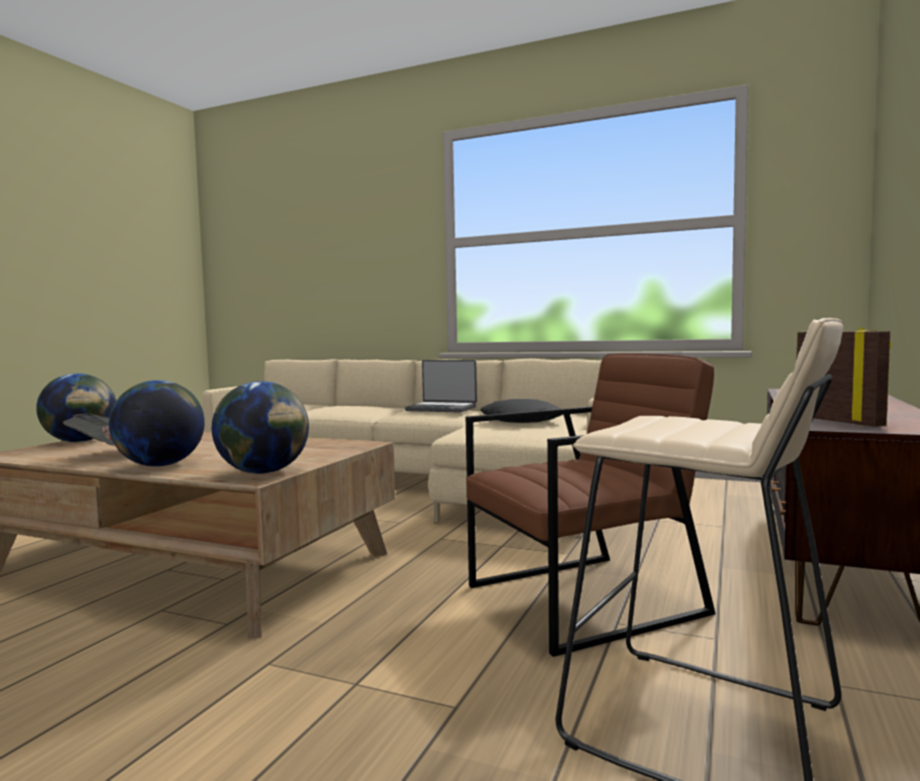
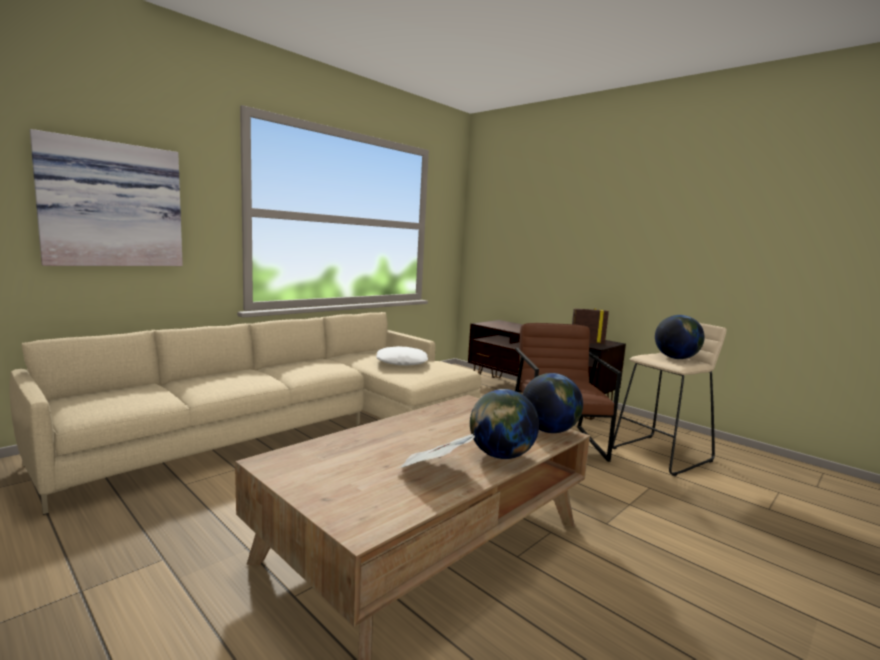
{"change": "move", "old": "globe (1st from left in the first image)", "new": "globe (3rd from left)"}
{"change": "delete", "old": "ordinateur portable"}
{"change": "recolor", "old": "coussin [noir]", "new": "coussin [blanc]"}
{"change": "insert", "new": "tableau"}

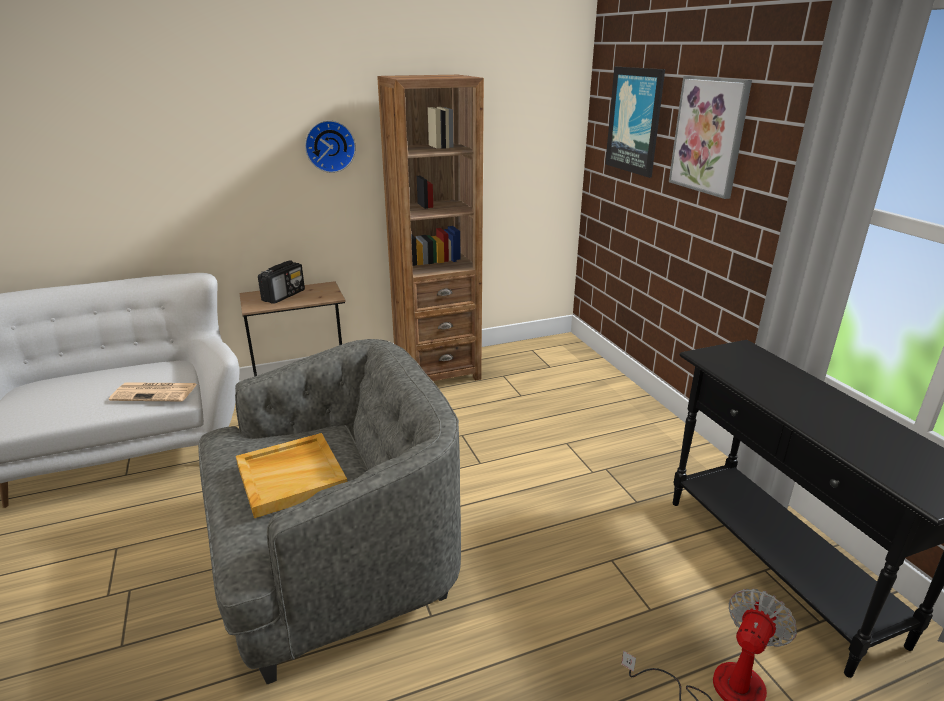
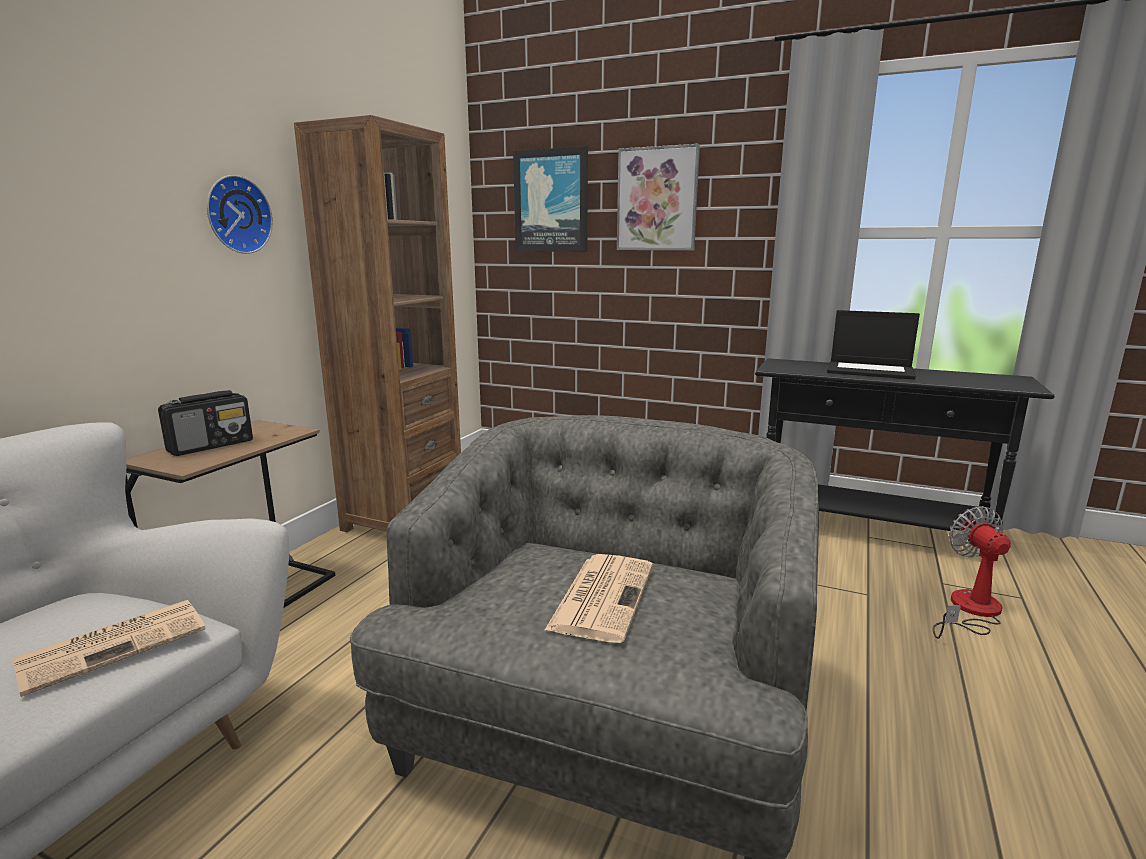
{"change": "replace", "old": "plateau [beige]", "new": "journal (2nd from left)"}
{"change": "rotate", "old": "radio", "degrees": 60}
{"change": "insert", "new": "ordinateur portable"}

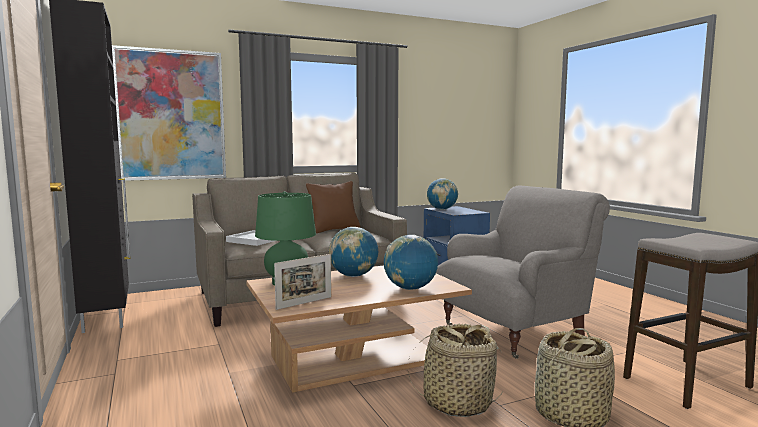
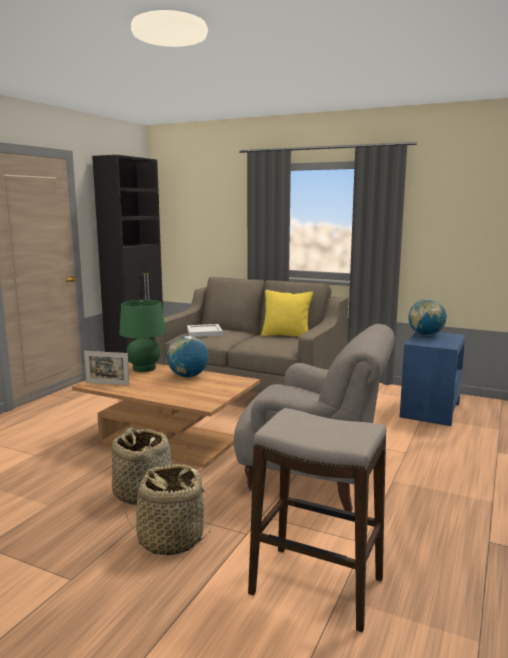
{"change": "delete", "old": "tableau"}
{"change": "recolor", "old": "coussin [marron]", "new": "coussin [jaune]"}
{"change": "delete", "old": "globe (2nd from left)"}

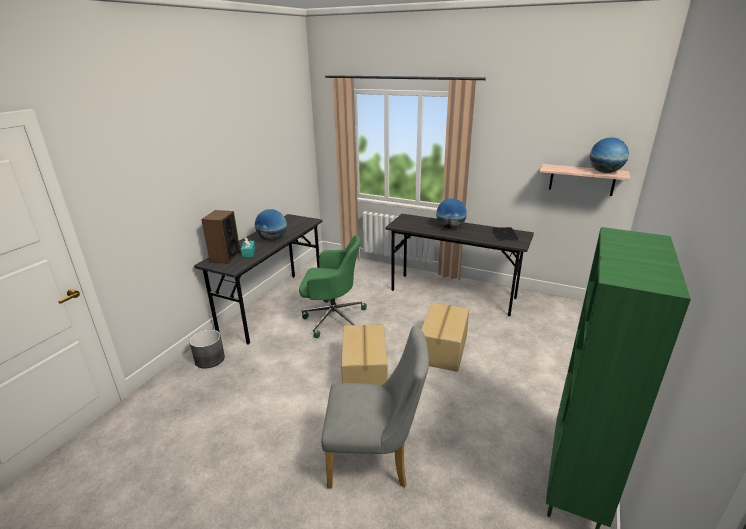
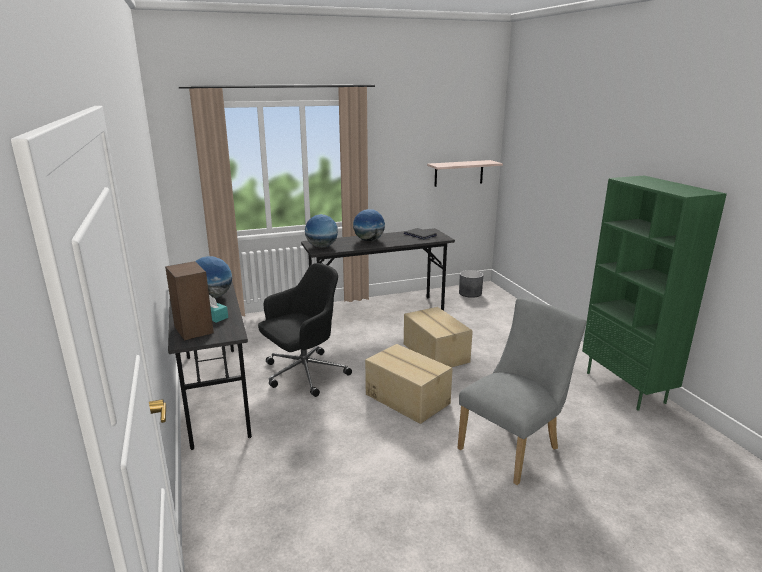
{"change": "move", "old": "cache-pot [gris]"}
{"change": "recolor", "old": "chaise de bureau [vert]", "new": "chaise de bureau [noir]"}
{"change": "move", "old": "globe (3rd from left in the first image)", "new": "globe (2nd from left)"}

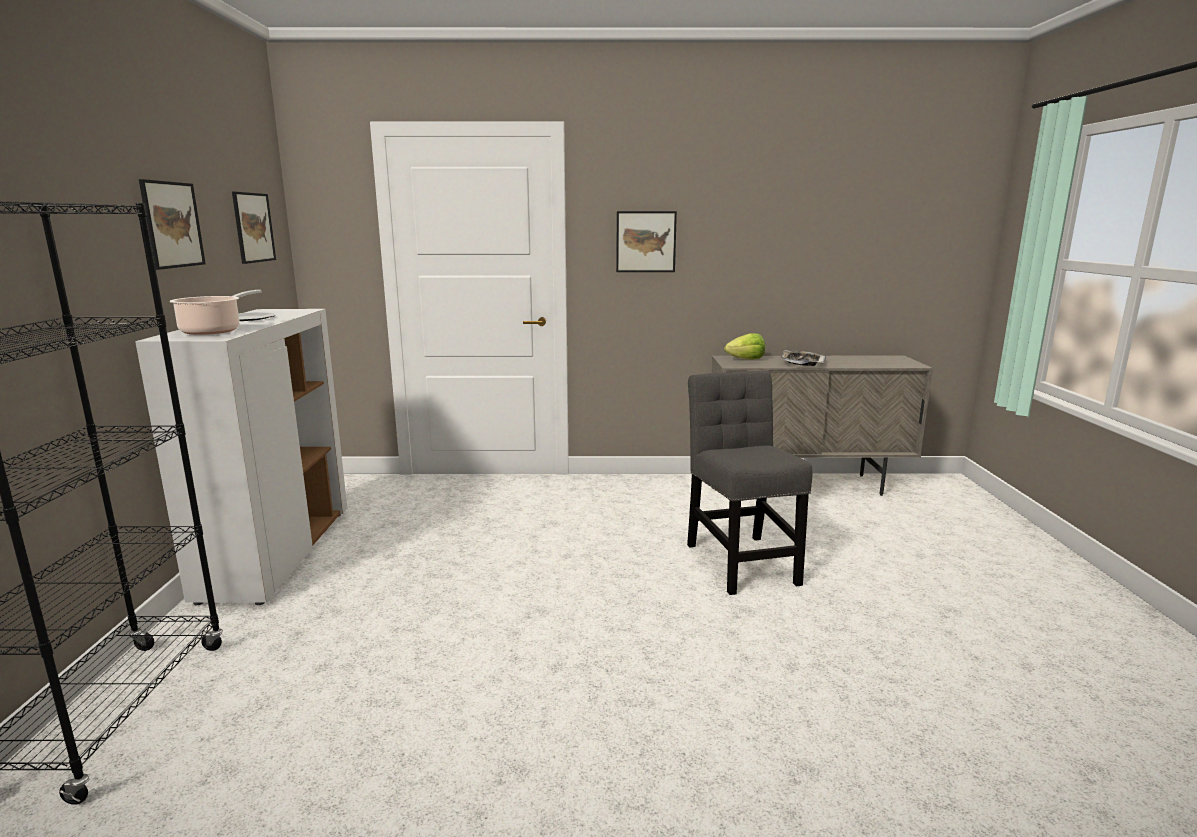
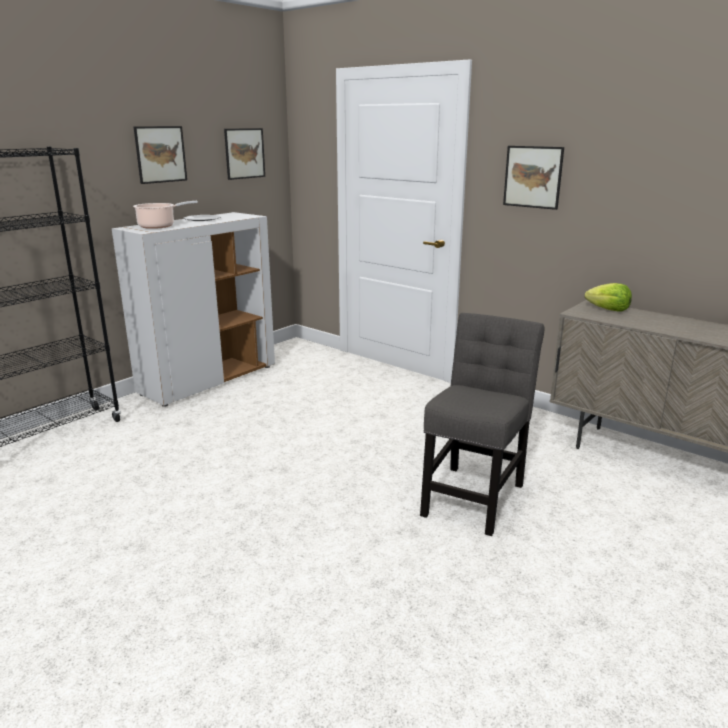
{"change": "delete", "old": "plateau"}

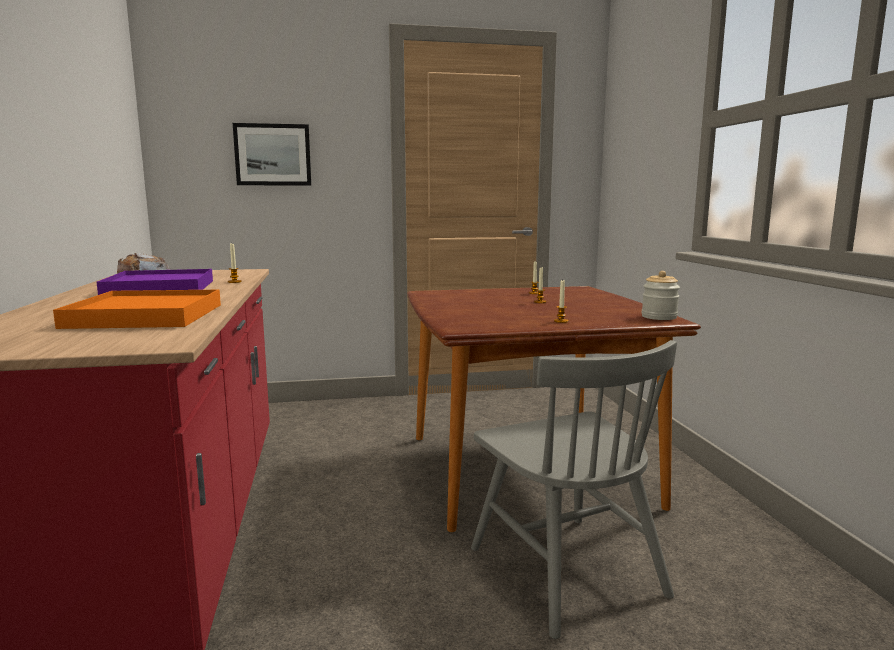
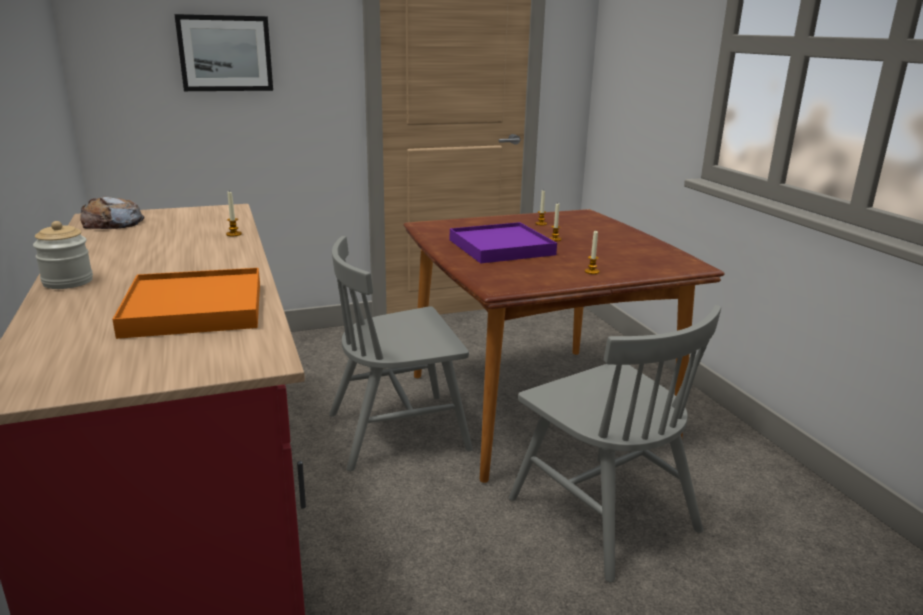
{"change": "move", "old": "plateau [violet]"}
{"change": "move", "old": "bocal"}
{"change": "insert", "new": "chaise [gris] (1st from left)"}

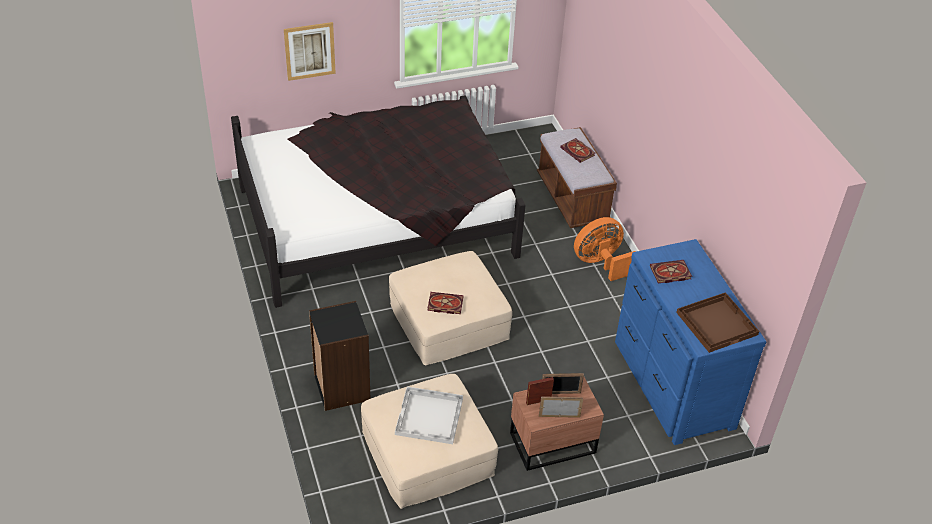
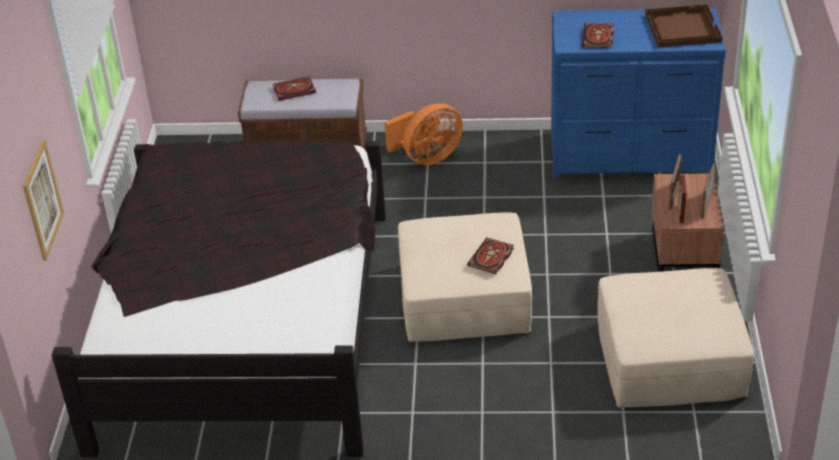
{"change": "delete", "old": "bibliothèque [noir]"}
{"change": "delete", "old": "plateau [blanc]"}
{"change": "rotate", "old": "ventilateur [orange]", "degrees": -120}

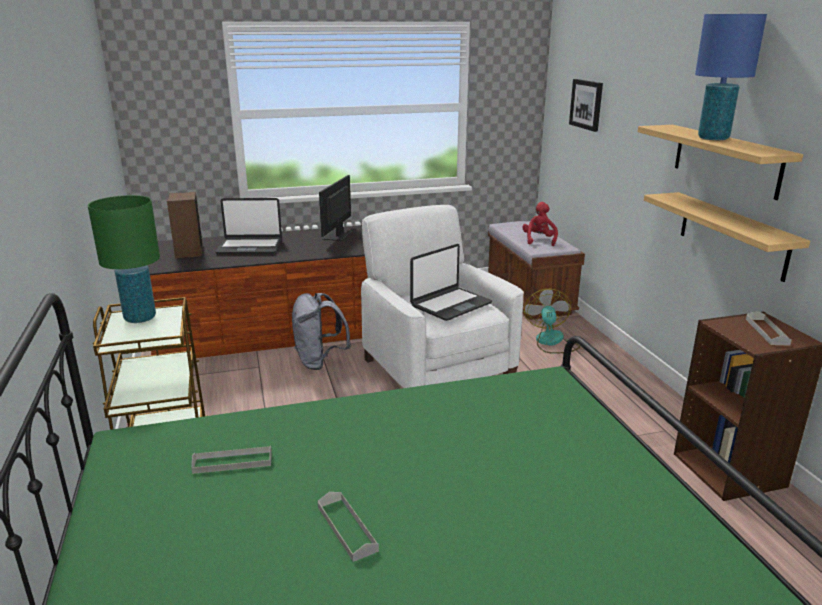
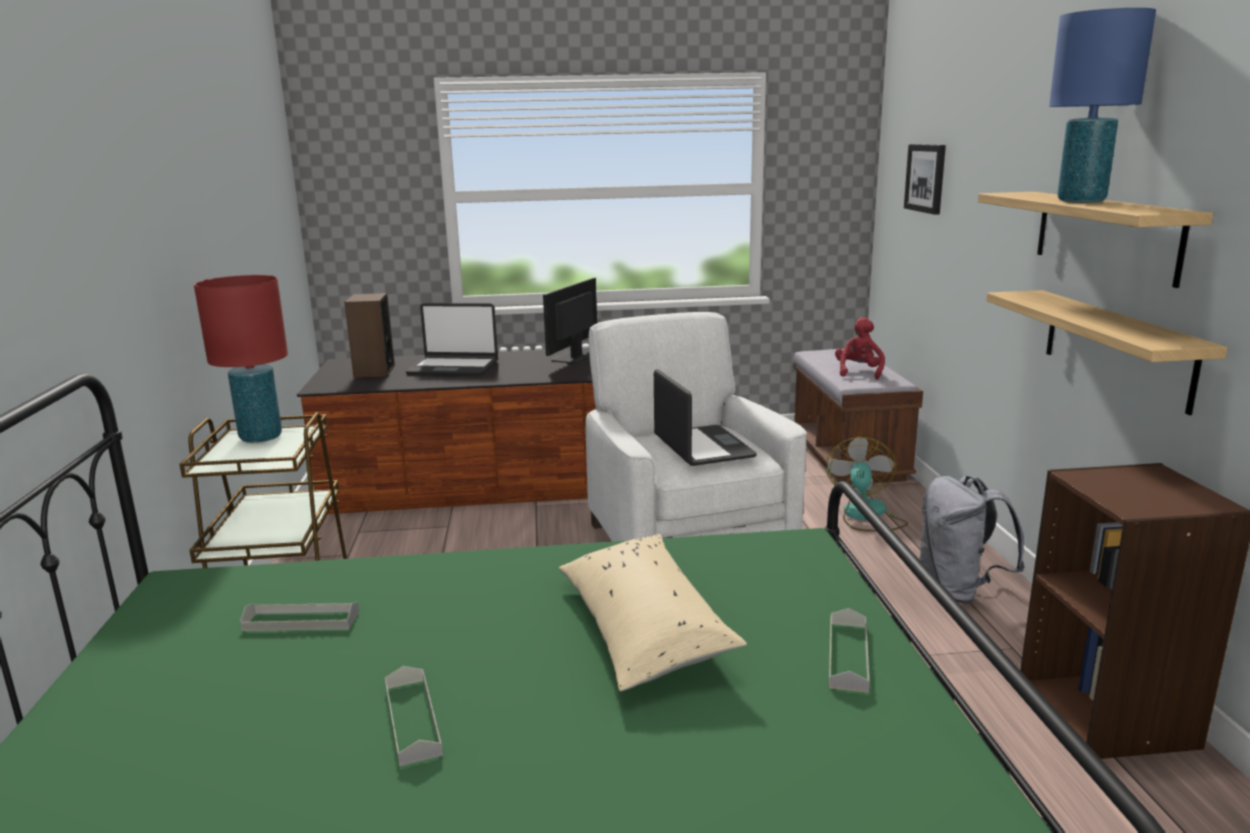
{"change": "recolor", "old": "lampe de table [vert]", "new": "lampe de table [rouge]"}
{"change": "move", "old": "sac à dos [gris]"}
{"change": "rotate", "old": "ordinateur portable (2nd from left)", "degrees": -75}
{"change": "move", "old": "plateau [gris] (3rd from left)"}
{"change": "insert", "new": "coussin [beige]"}

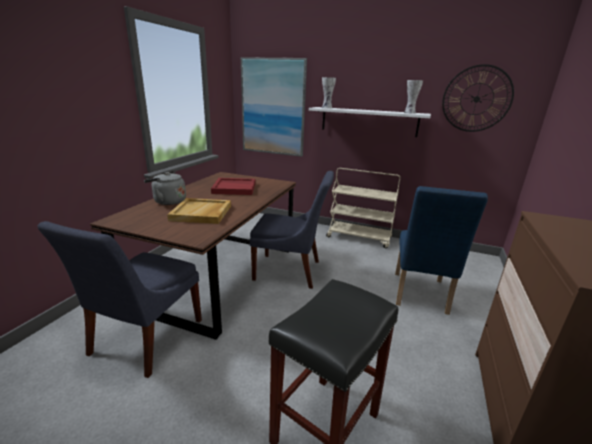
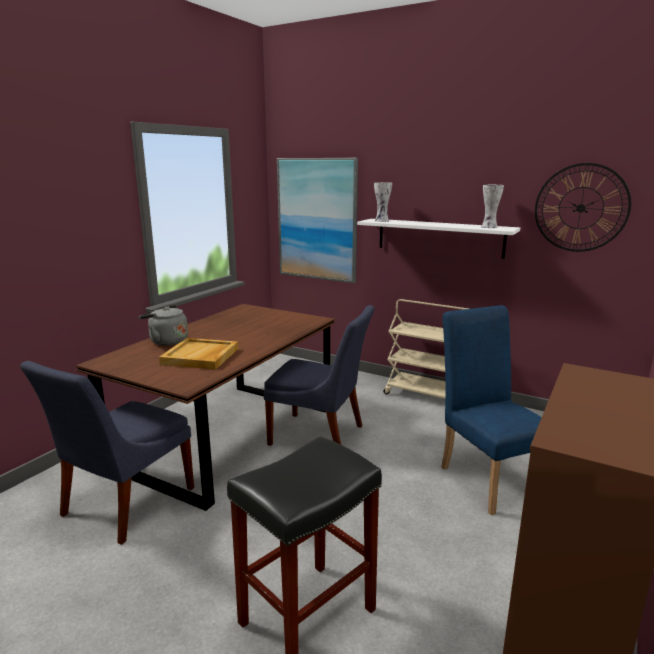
{"change": "delete", "old": "plateau [rouge]"}
{"change": "rotate", "old": "chaise [bleu] (3rd from left)", "degrees": 135}

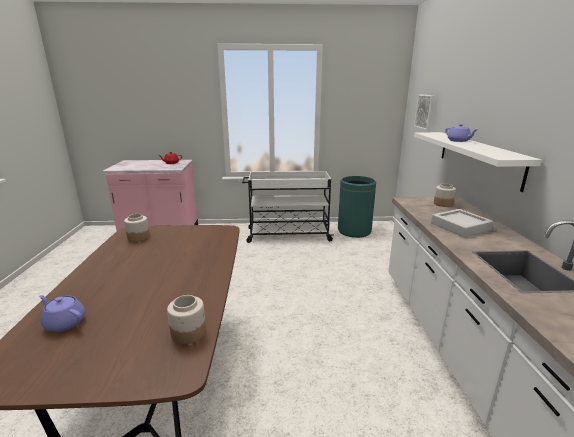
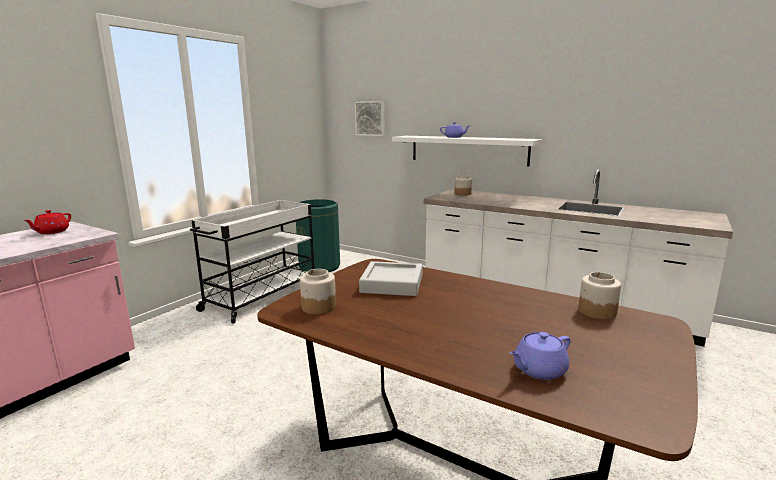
{"change": "move", "old": "plateau [gris]"}

